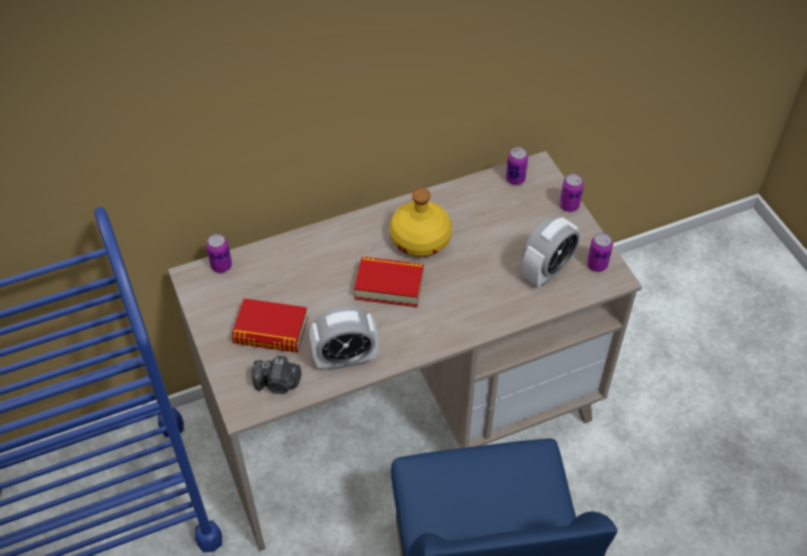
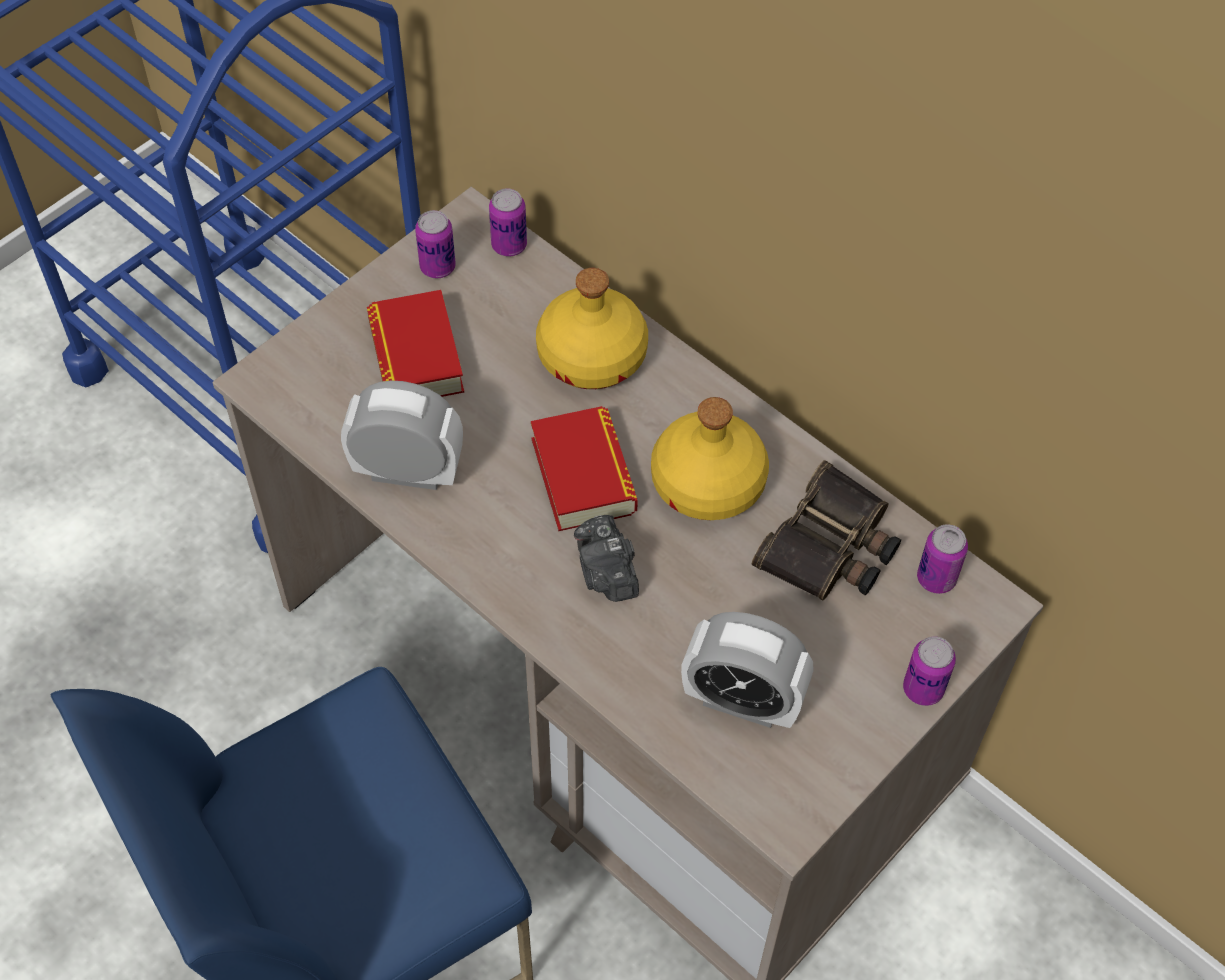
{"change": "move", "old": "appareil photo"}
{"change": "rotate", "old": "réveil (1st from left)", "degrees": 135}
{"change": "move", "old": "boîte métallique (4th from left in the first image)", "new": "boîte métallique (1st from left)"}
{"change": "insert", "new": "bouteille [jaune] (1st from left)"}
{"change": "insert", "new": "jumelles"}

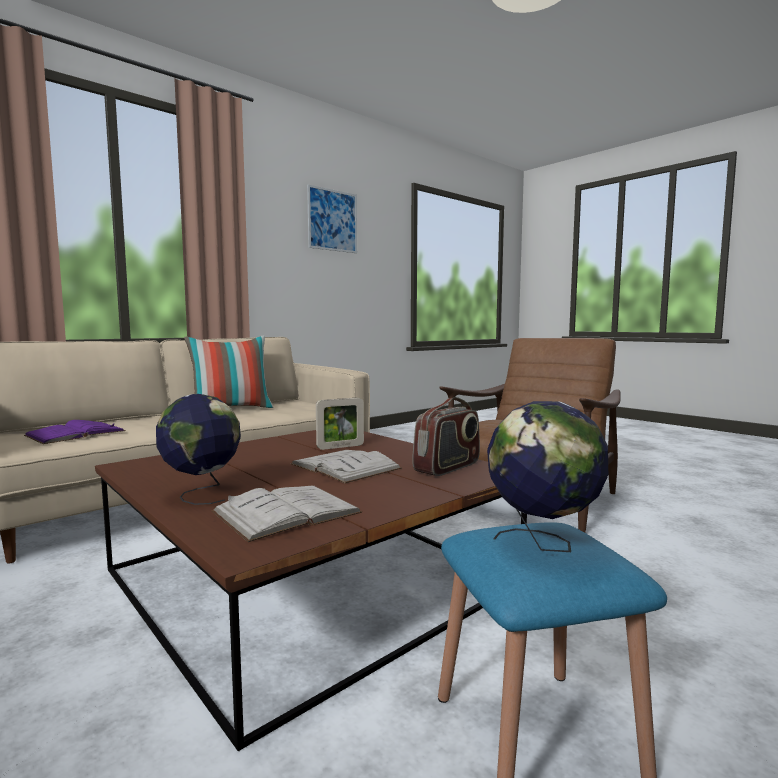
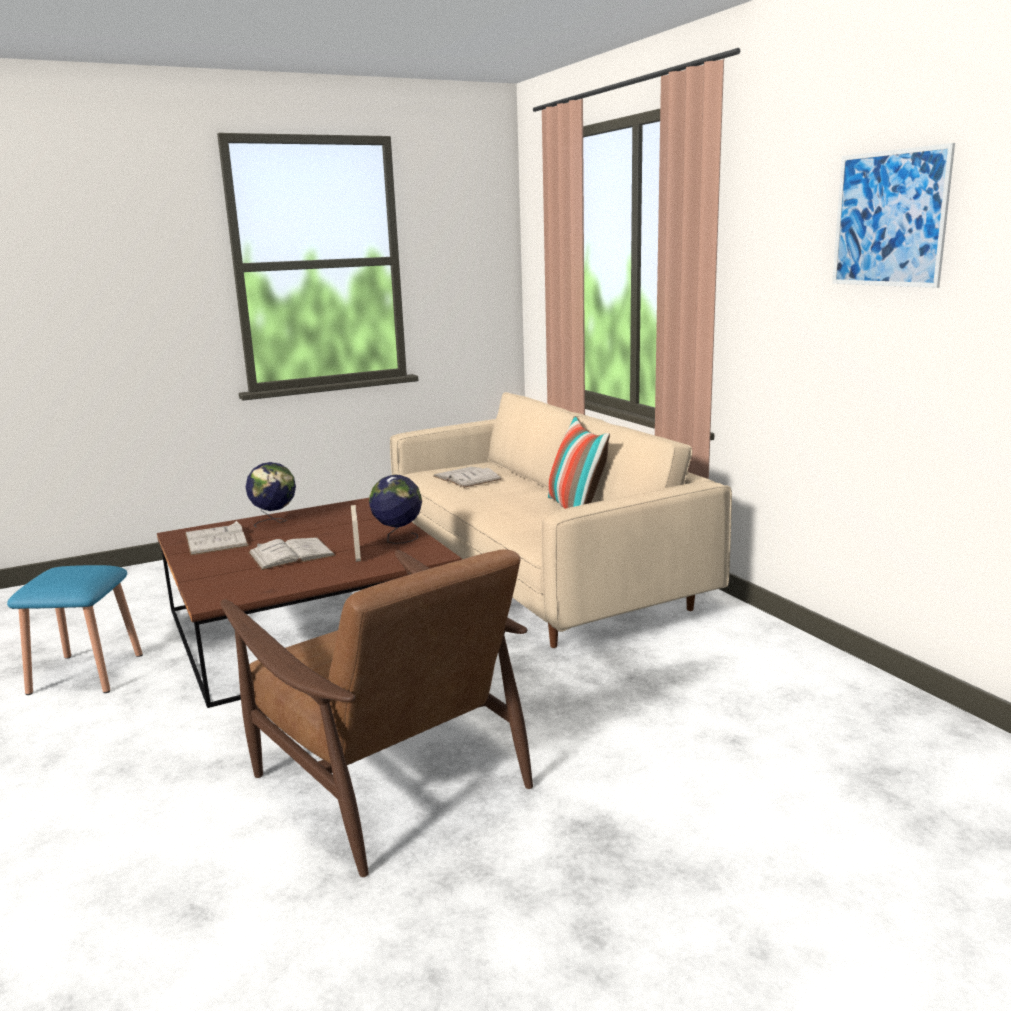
{"change": "recolor", "old": "livre [violet]", "new": "livre [blanc] (3rd from left)"}
{"change": "delete", "old": "radio"}
{"change": "move", "old": "globe (2nd from left)"}

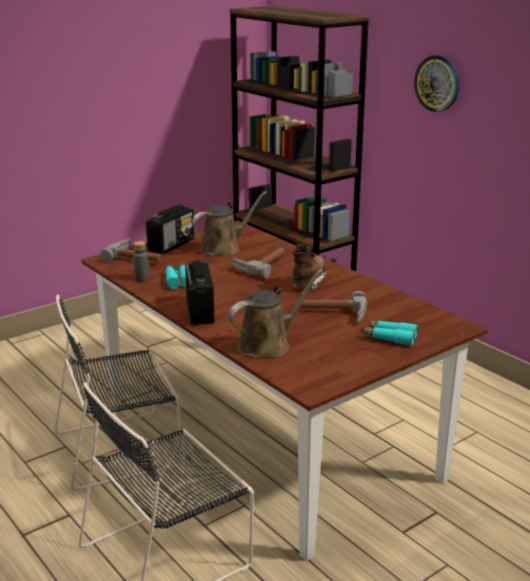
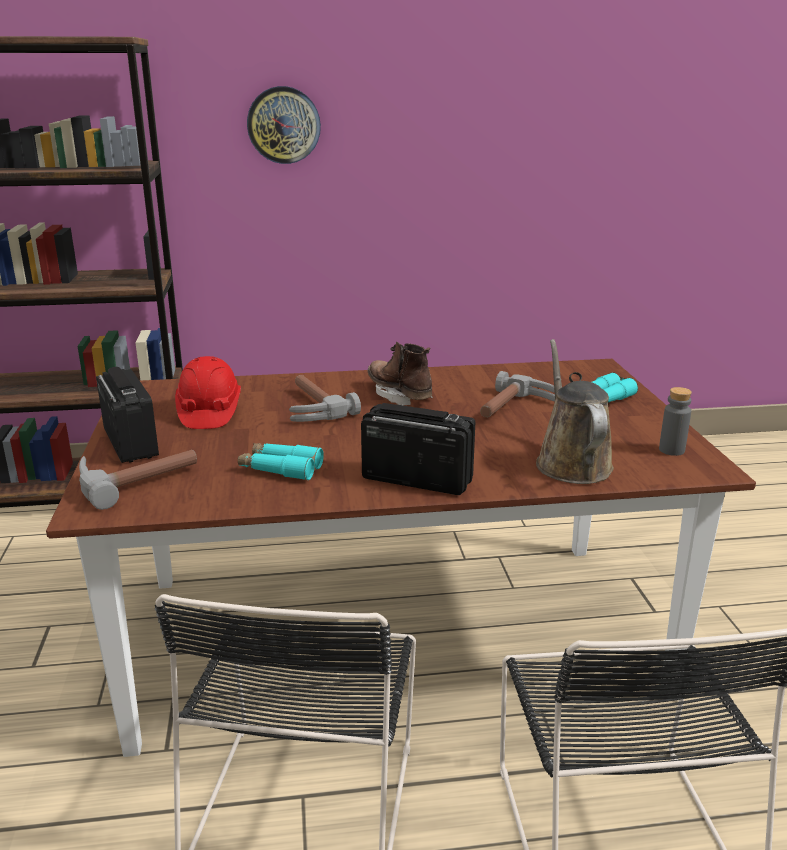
{"change": "move", "old": "bouteille [gris]"}
{"change": "replace", "old": "arrosoir [marron] (1st from left)", "new": "casque de chantier [rouge]"}

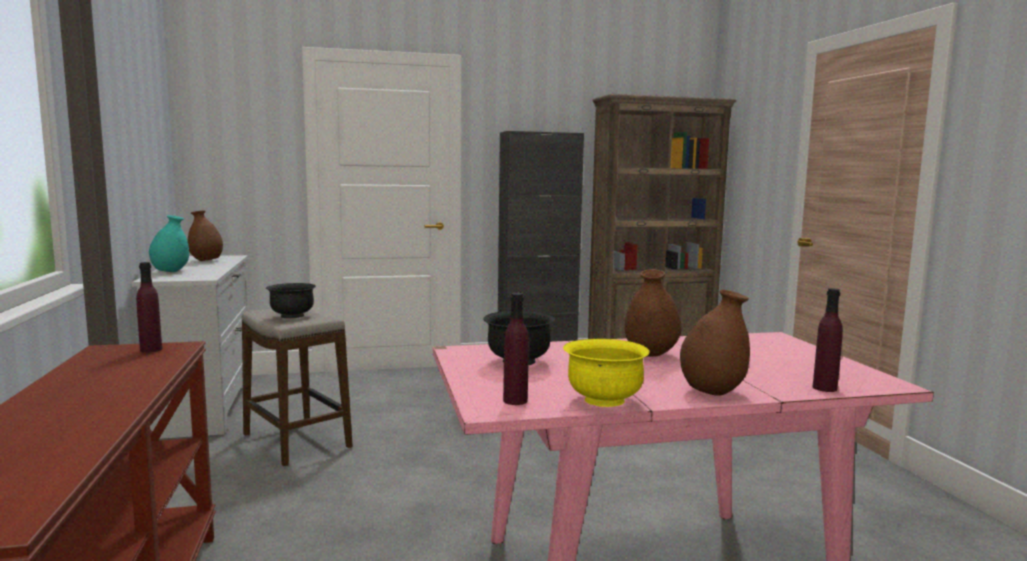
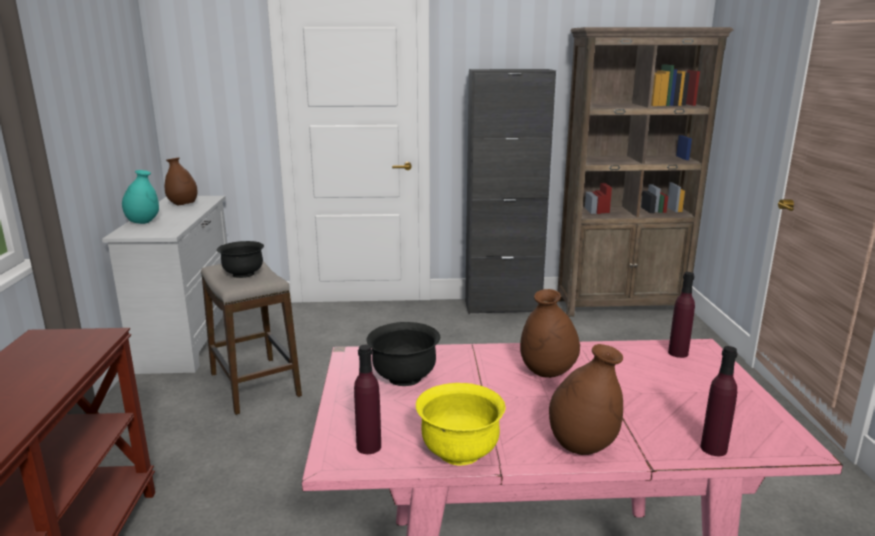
{"change": "move", "old": "bouteille [violet] (1st from left in the first image)", "new": "bouteille [violet] (2nd from left)"}

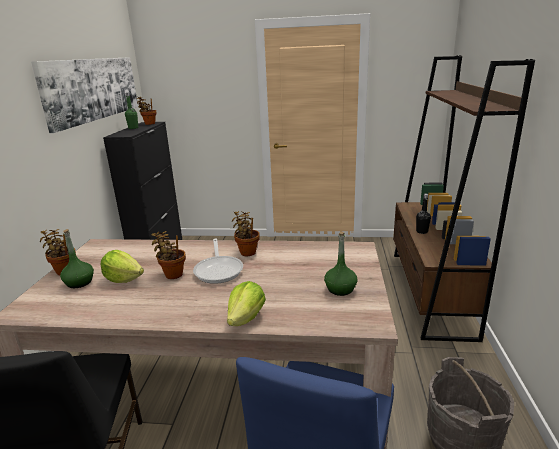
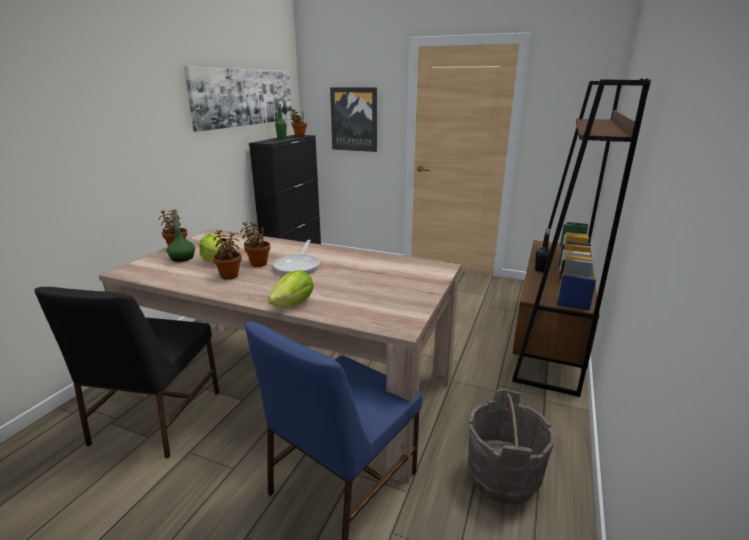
{"change": "move", "old": "plante en pot (4th from left in the first image)", "new": "plante en pot (2nd from left)"}
{"change": "delete", "old": "bouteille [vert] (3rd from left)"}
{"change": "insert", "new": "tableau (2nd from left)"}

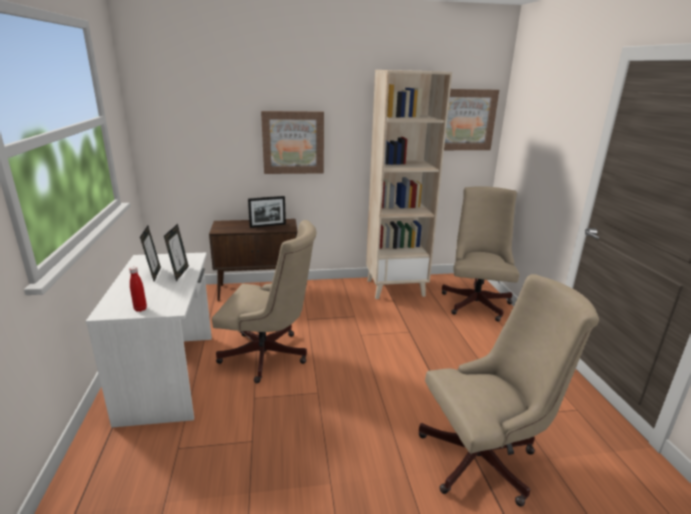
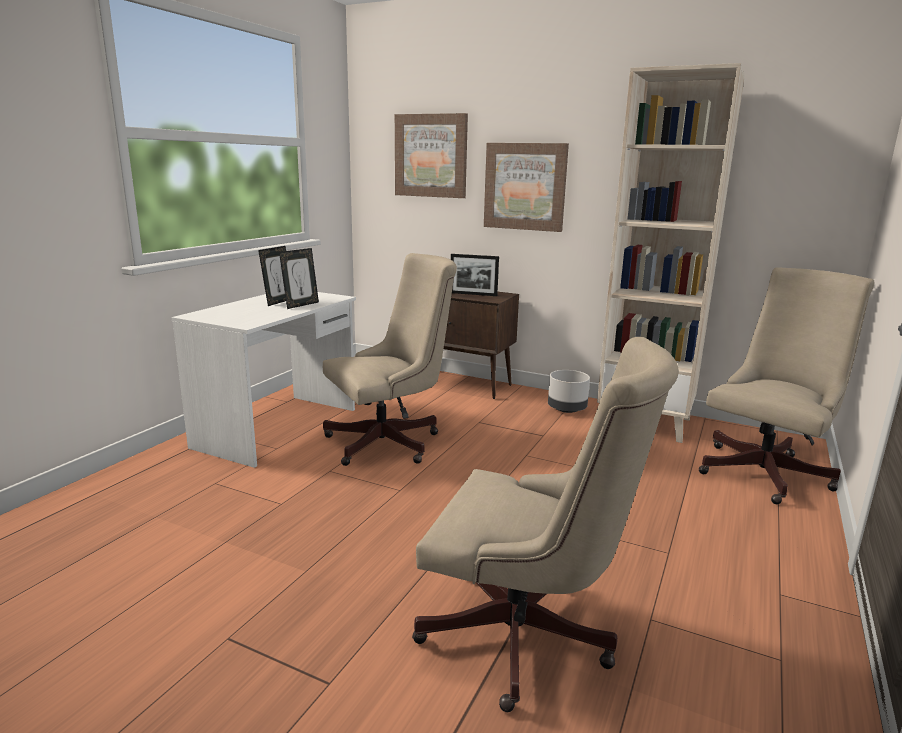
{"change": "delete", "old": "bouteille [rouge]"}
{"change": "rotate", "old": "chaise de bureau [beige] (1st from left)", "degrees": -75}
{"change": "move", "old": "tableau (2nd from left in the first image)", "new": "tableau (1st from left)"}
{"change": "insert", "new": "cache-pot [gris]"}

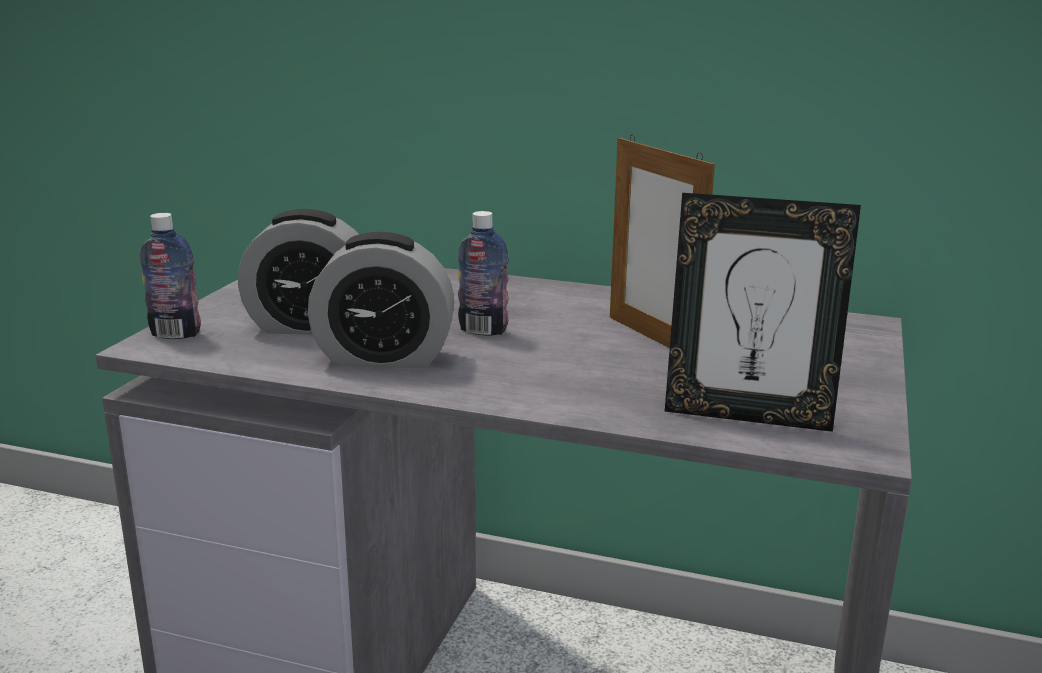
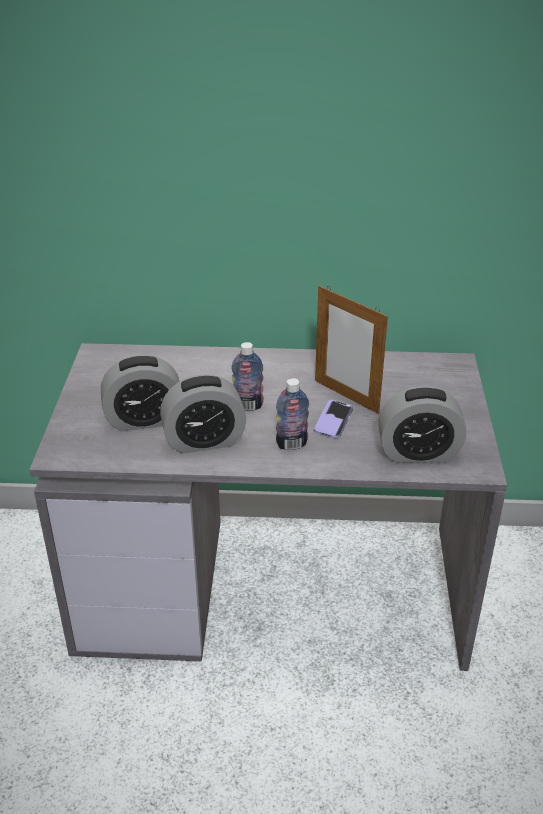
{"change": "move", "old": "bouteille (1st from left in the first image)", "new": "bouteille (2nd from left)"}
{"change": "replace", "old": "cadre photo (2nd from left)", "new": "réveil (3rd from left)"}
{"change": "insert", "new": "téléphone"}

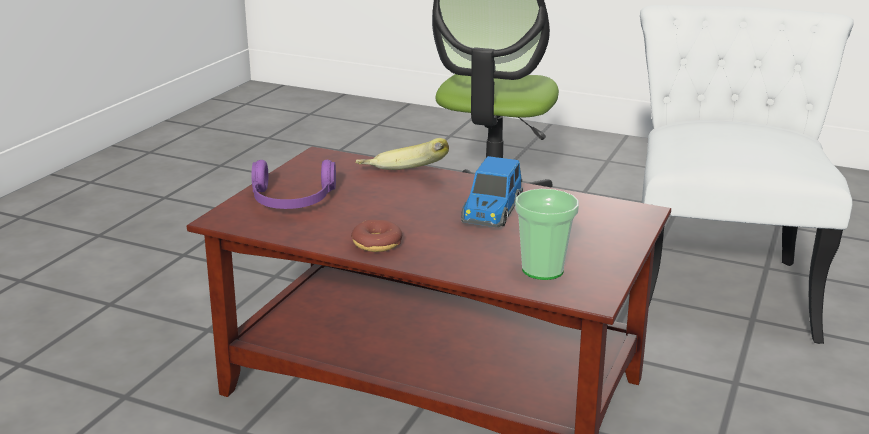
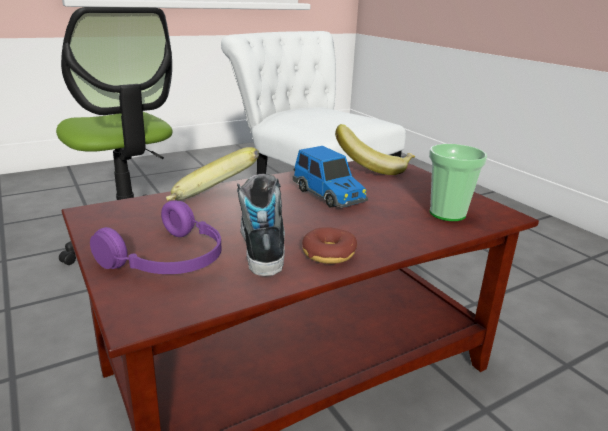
{"change": "insert", "new": "chaussure"}
{"change": "insert", "new": "banane (2nd from left)"}

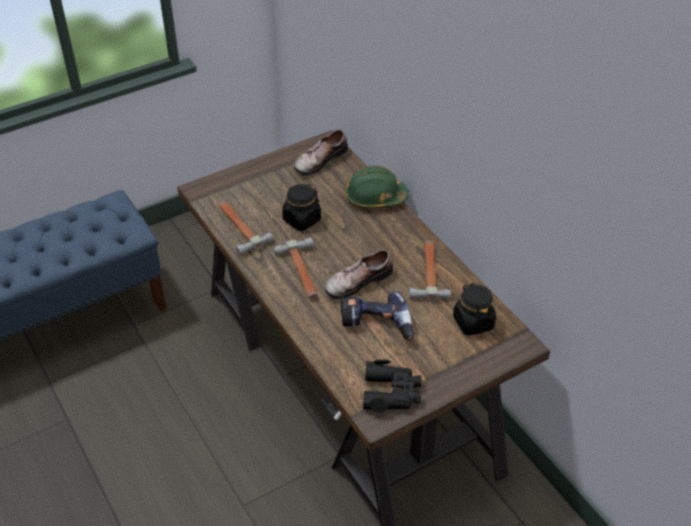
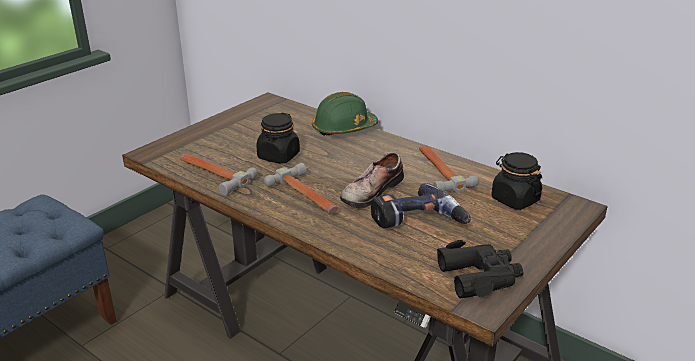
{"change": "delete", "old": "chaussure (1st from left)"}

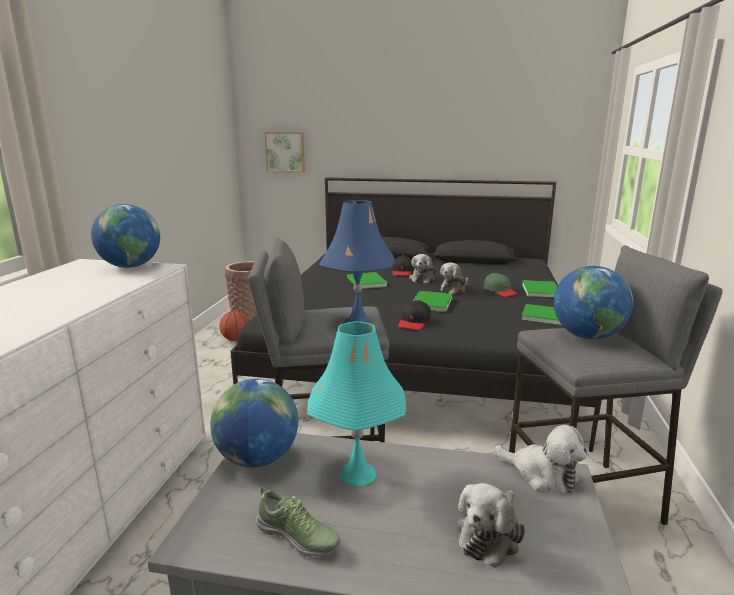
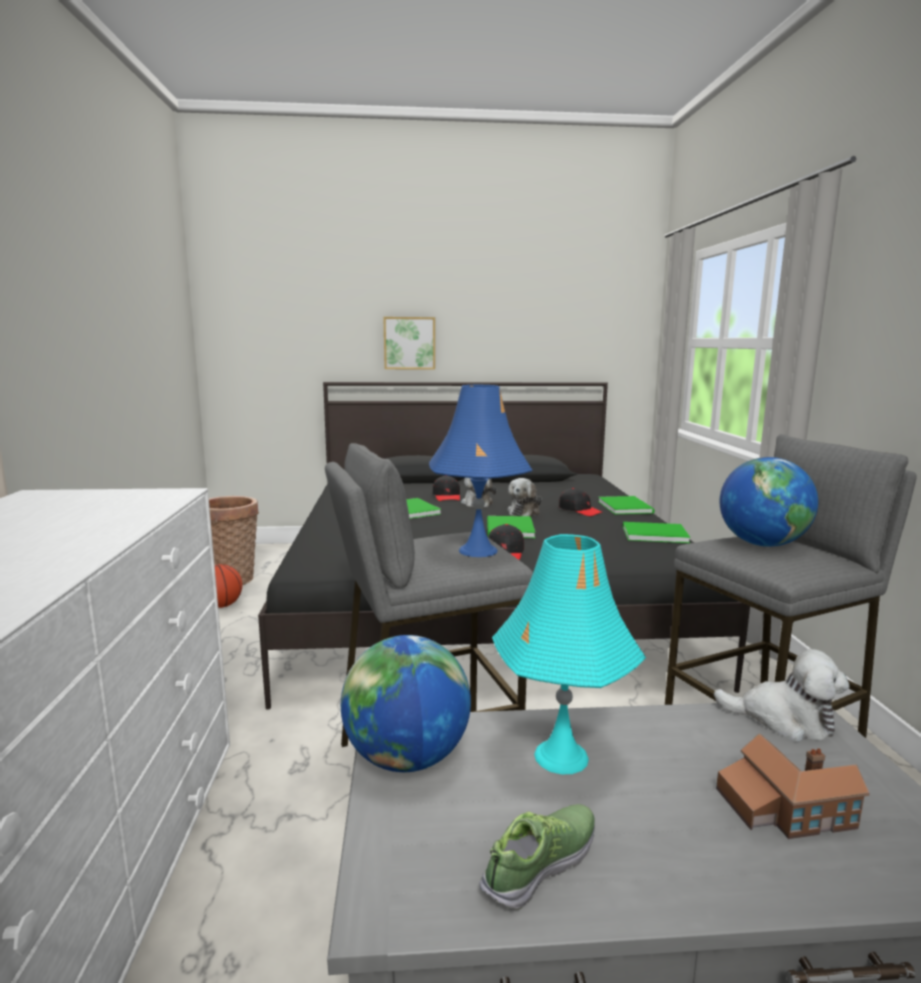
{"change": "delete", "old": "globe (1st from left)"}
{"change": "rotate", "old": "chaussure", "degrees": -60}
{"change": "move", "old": "tableau"}
{"change": "replace", "old": "peluche (3rd from left)", "new": "maison miniature"}
{"change": "recolor", "old": "casquette [vert]", "new": "casquette [noir] (3rd from left)"}

